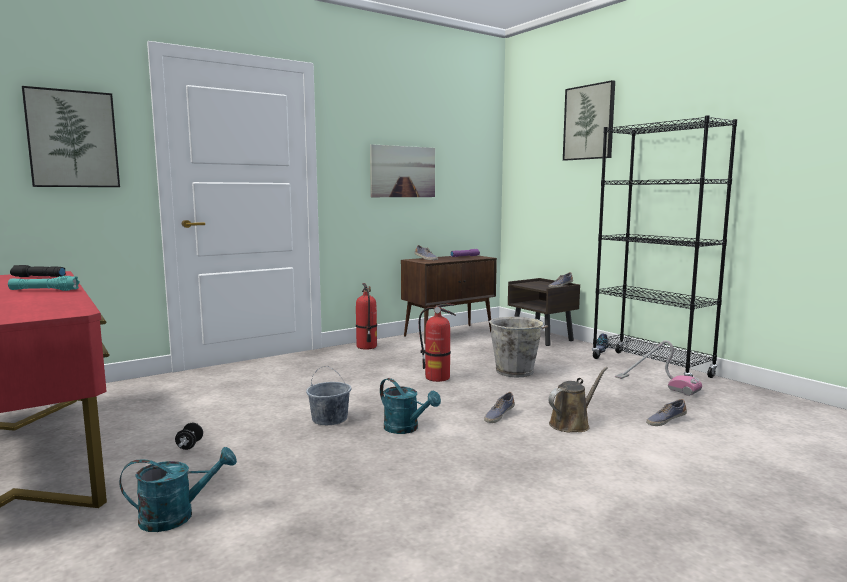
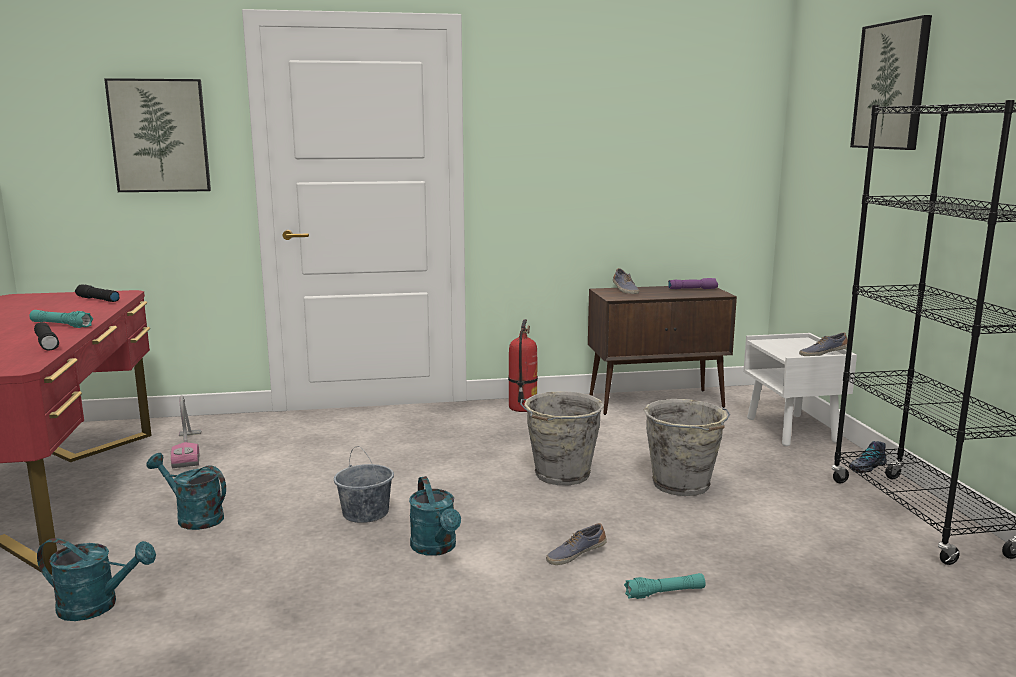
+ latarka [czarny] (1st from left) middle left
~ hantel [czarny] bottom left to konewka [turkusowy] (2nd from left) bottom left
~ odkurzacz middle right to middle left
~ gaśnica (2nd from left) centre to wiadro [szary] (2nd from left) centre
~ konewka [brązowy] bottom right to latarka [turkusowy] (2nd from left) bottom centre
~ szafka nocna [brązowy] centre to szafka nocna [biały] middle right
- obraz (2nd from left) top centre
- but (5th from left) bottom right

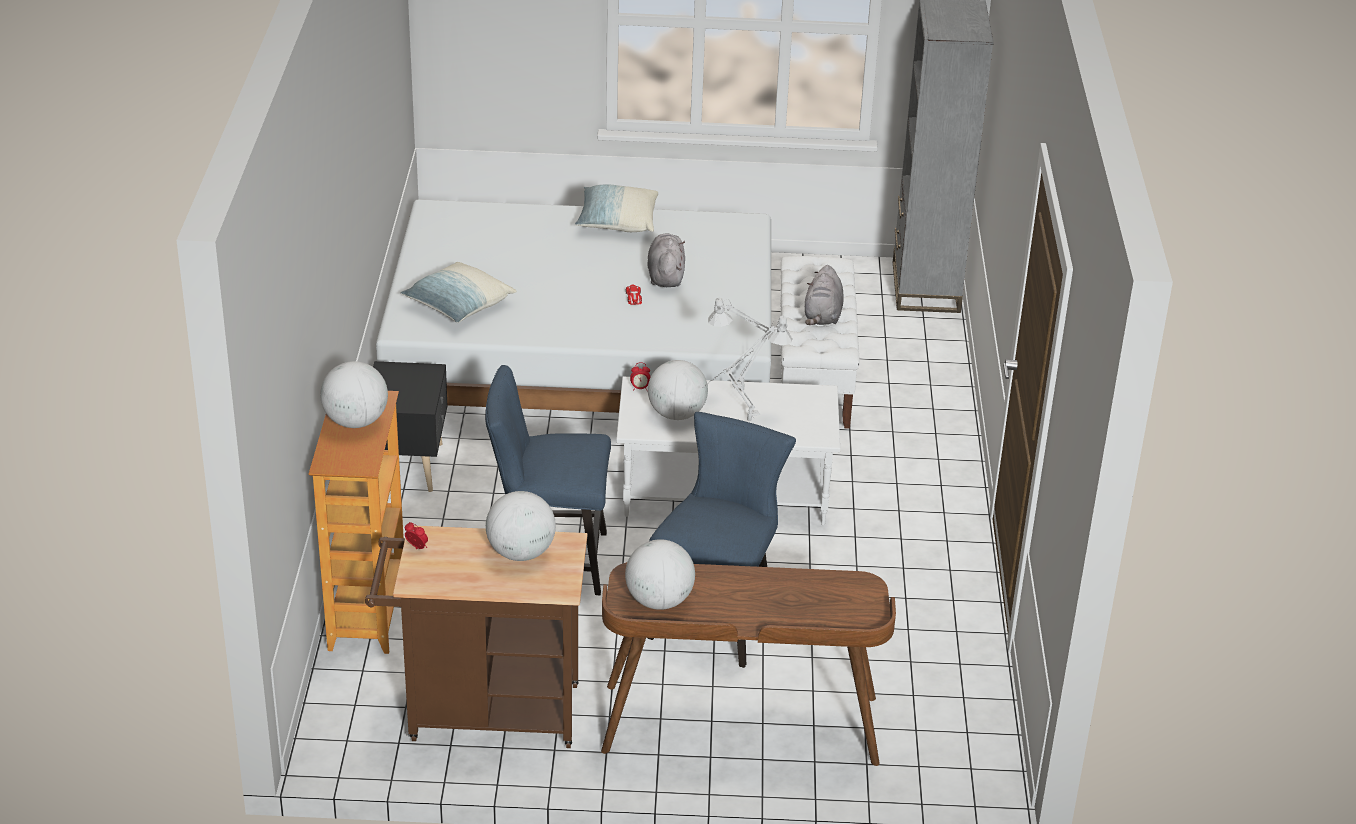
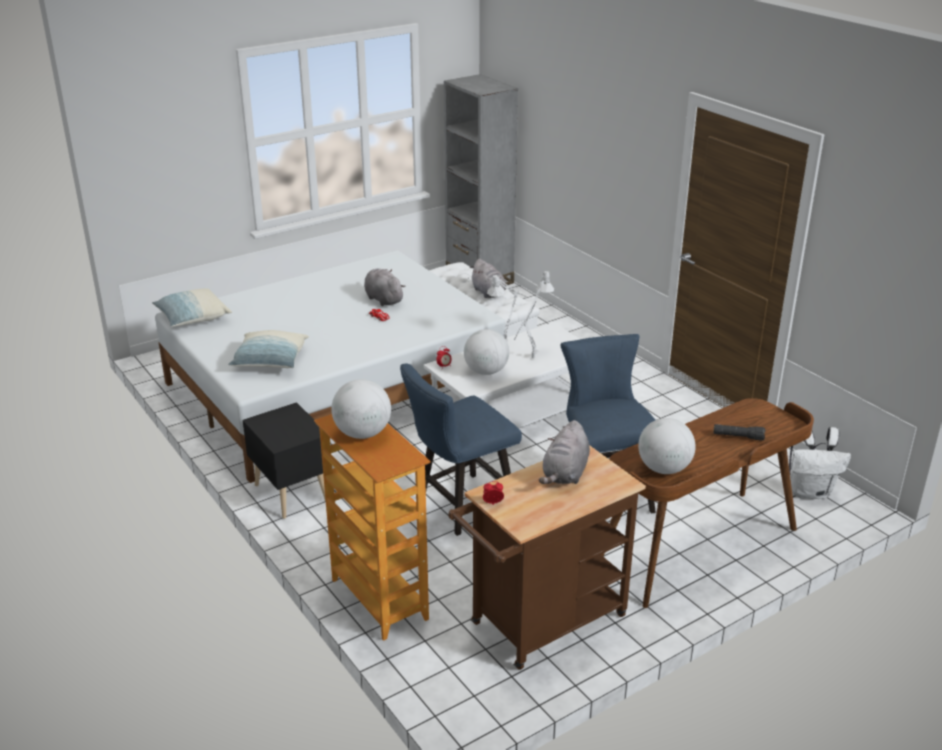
~ poduszka (2nd from left in the first image) top centre to poduszka (1st from left) middle left
~ globus (2nd from left) centre to pluszak [szary] (3rd from left) centre
+ latarka [czarny] middle right
+ plecak [biały] middle right

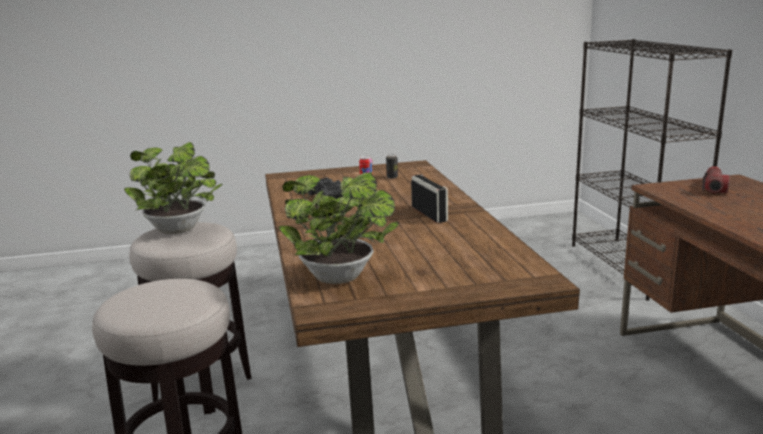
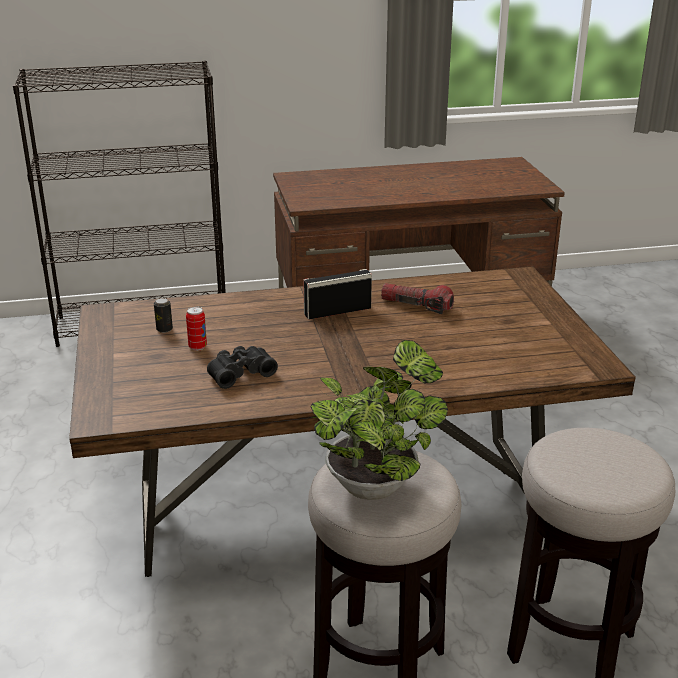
~ latarka middle right to centre
- roślina doniczkowa (2nd from left) centre

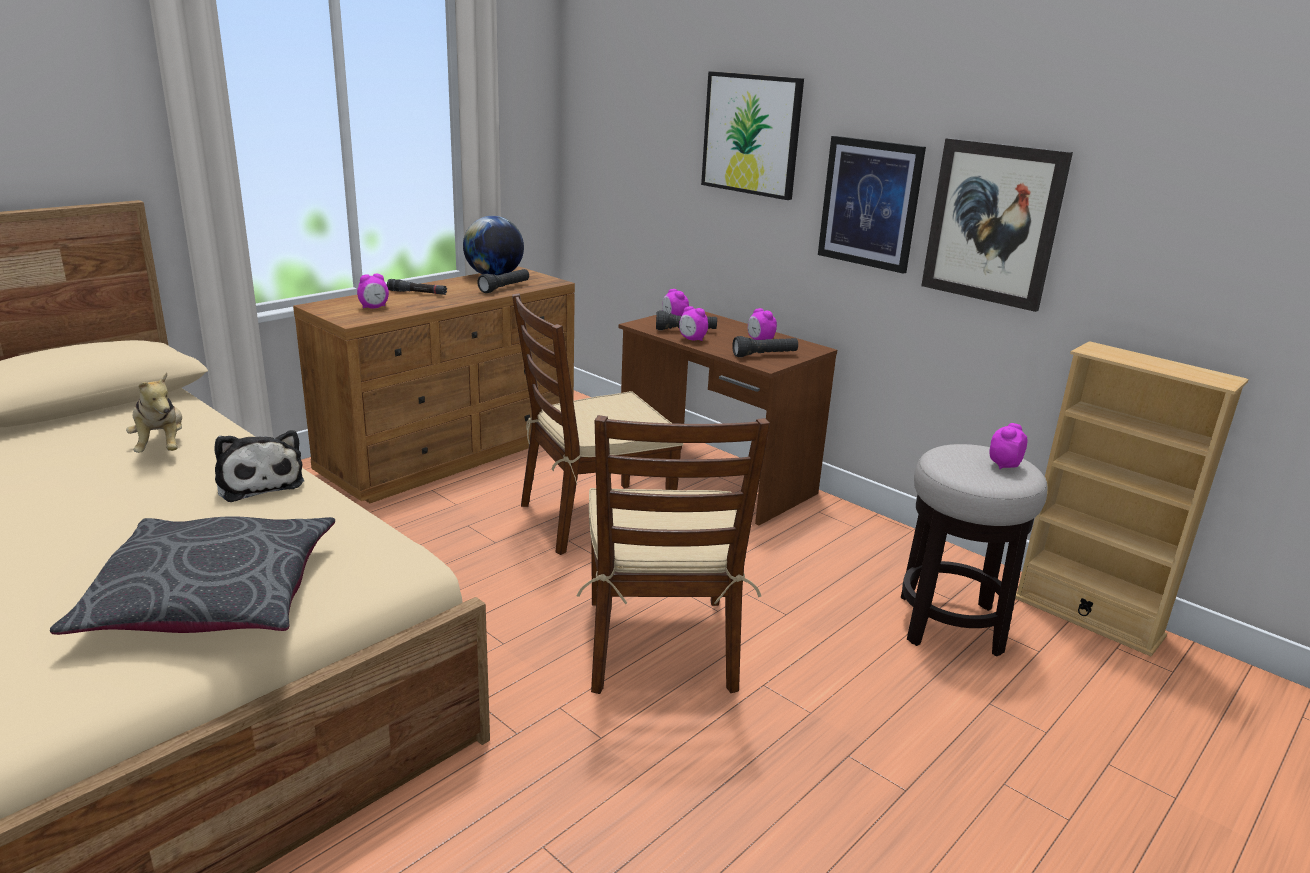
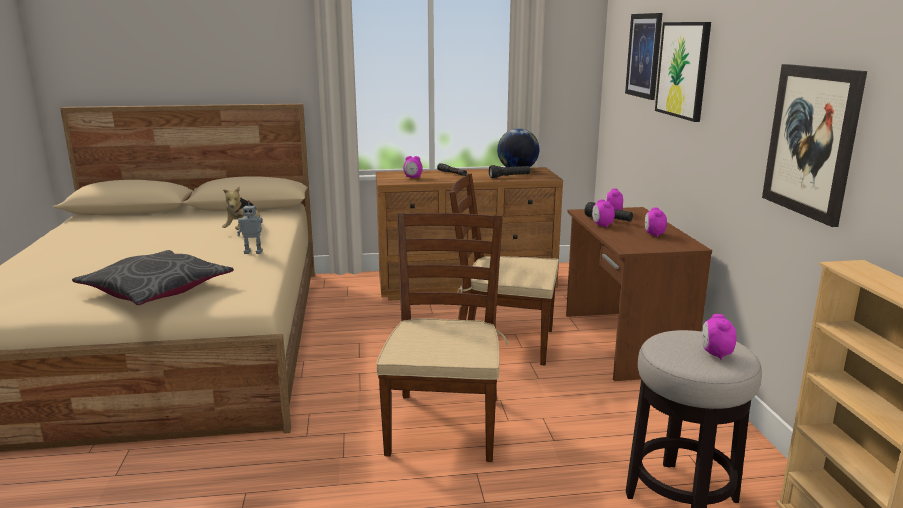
~ pluszak (2nd from left) middle left to robot zabawkowy middle left
~ krzesło [brązowy] (2nd from left in the first image) centre = centre 150 degrees clockwise
~ obraz (2nd from left in the first image) top centre to obraz (1st from left) top right
~ budzik (5th from left) middle right = middle right 75 degrees counterclockwise
- latarka [czarny] (4th from left) centre

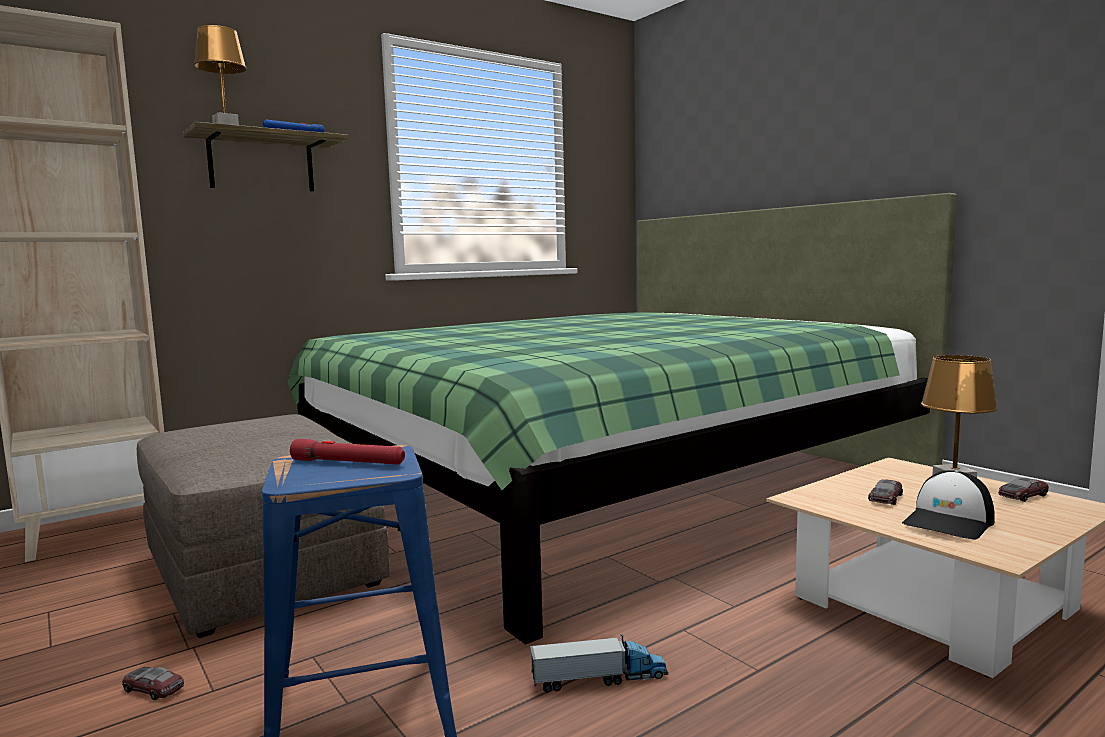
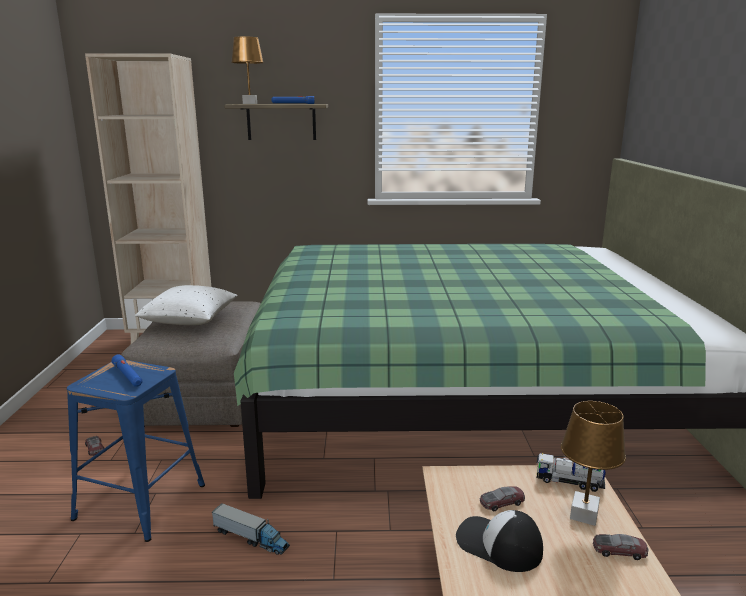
~ latarka [czerwony] middle left to latarka [niebieski] (1st from left) middle left
+ poduszka [biały] middle left
~ czapka z daszkiem bottom right = bottom right 45 degrees clockwise
+ ciężarówka zabawkowa (2nd from left) bottom right

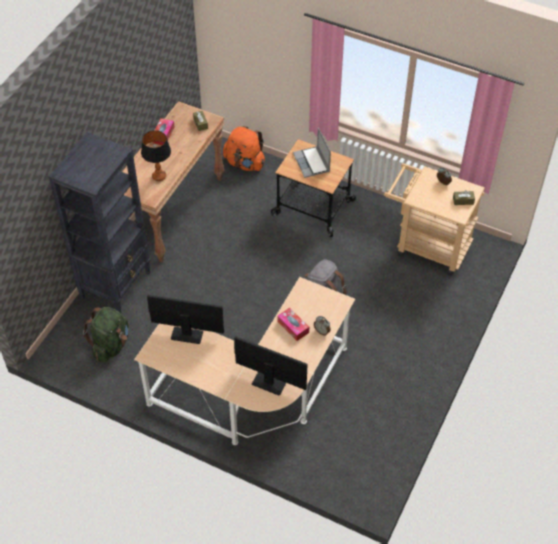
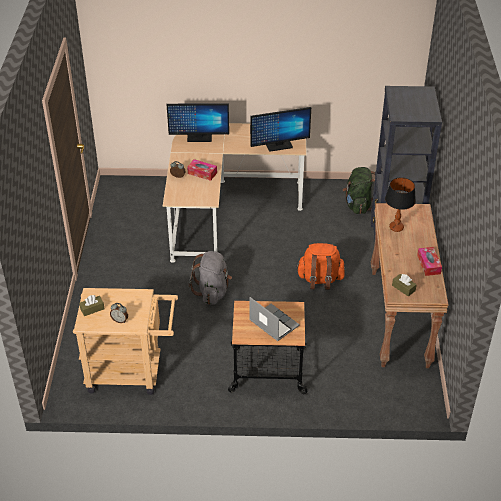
~ plecak [pomarańczowy] top centre to centre

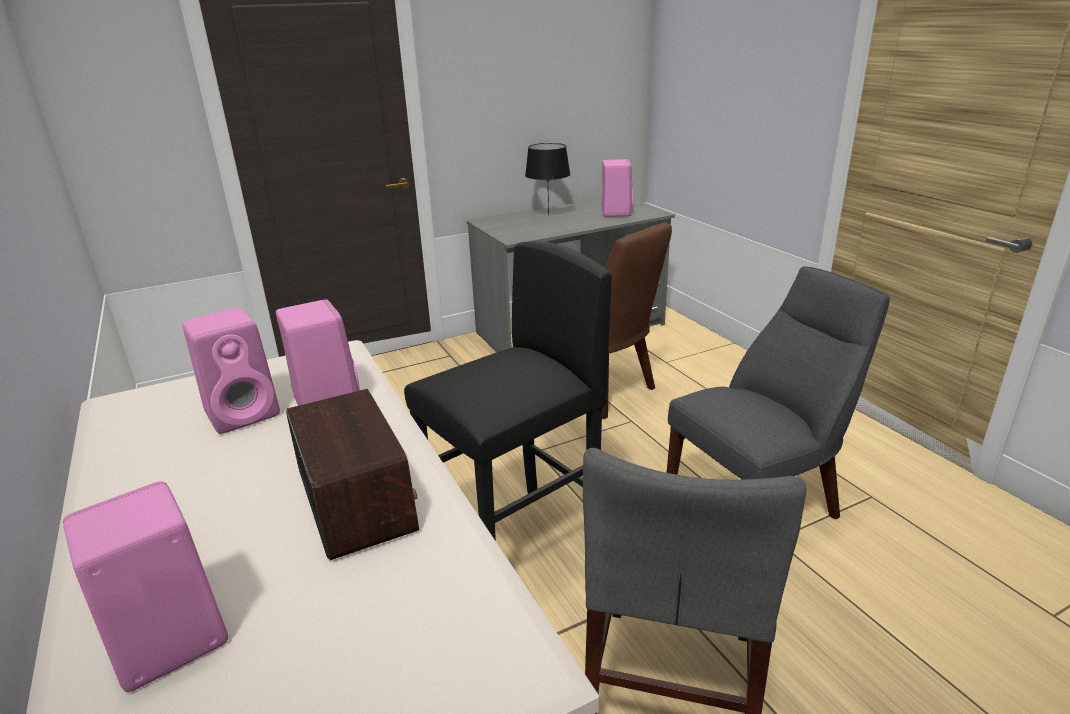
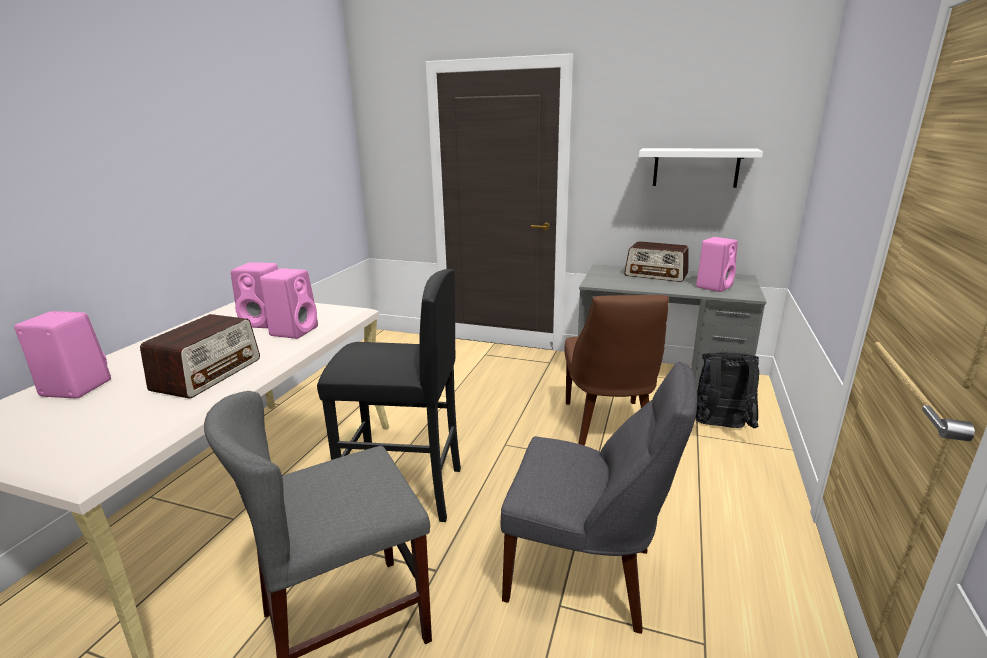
~ lampa stołowa [czarny] top centre to radio (2nd from left) centre
+ półka [biały] top right
+ plecak [czarny] middle right

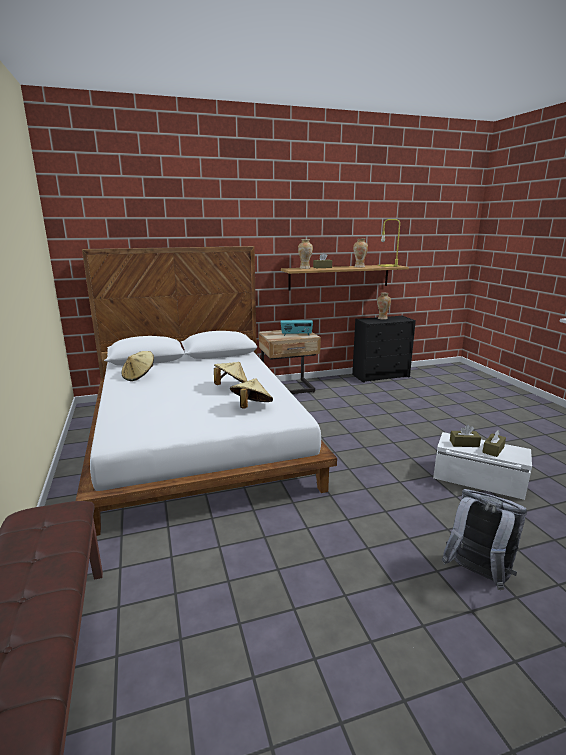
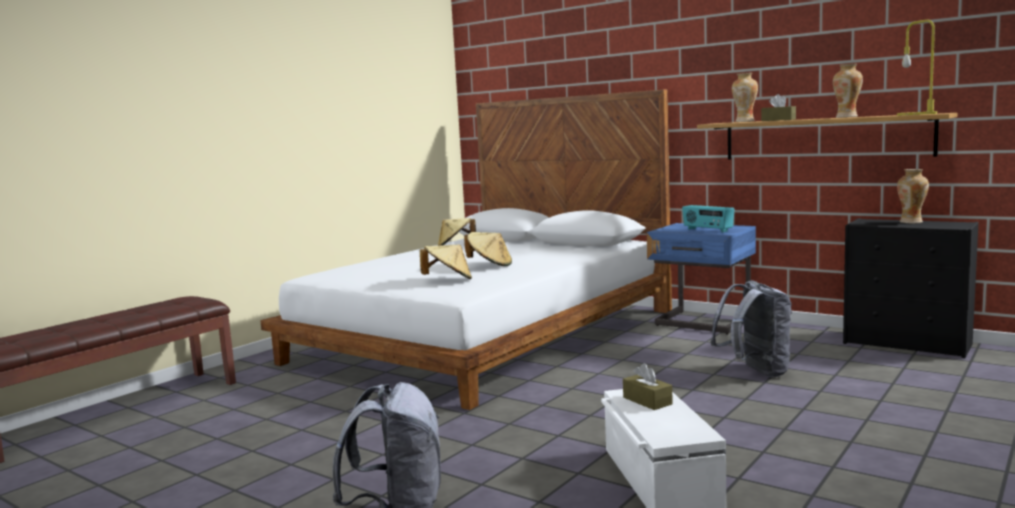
~ szafka nocna [beżowy] centre to szafka nocna [niebieski] middle right
+ plecak [szary] (2nd from left) middle right
- pudełko chusteczek [brązowy] (3rd from left) middle right

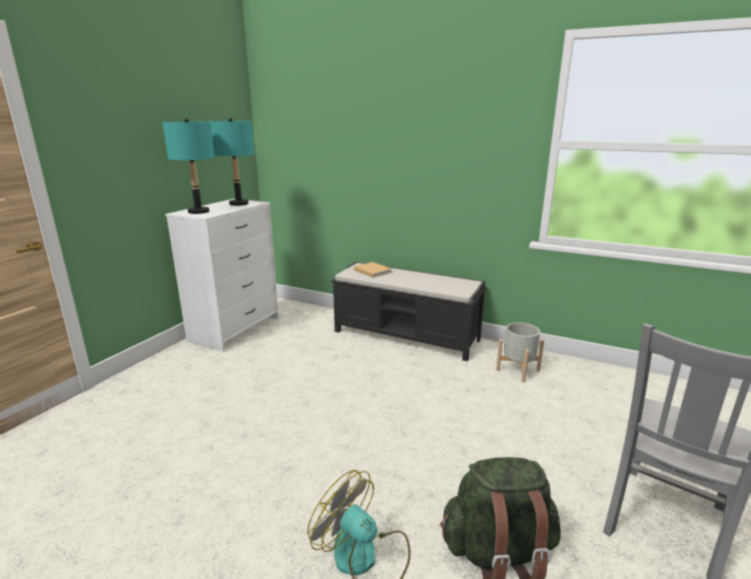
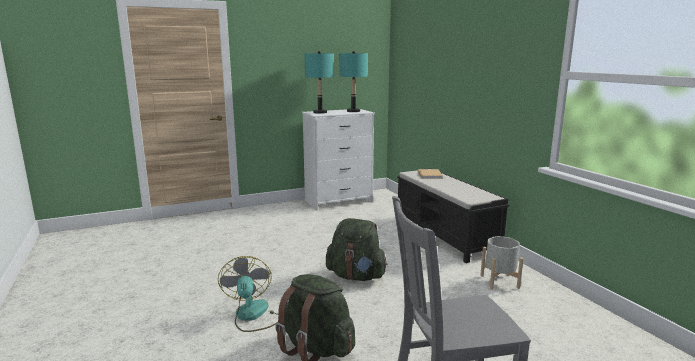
+ plecak [zielony] (2nd from left) bottom centre

